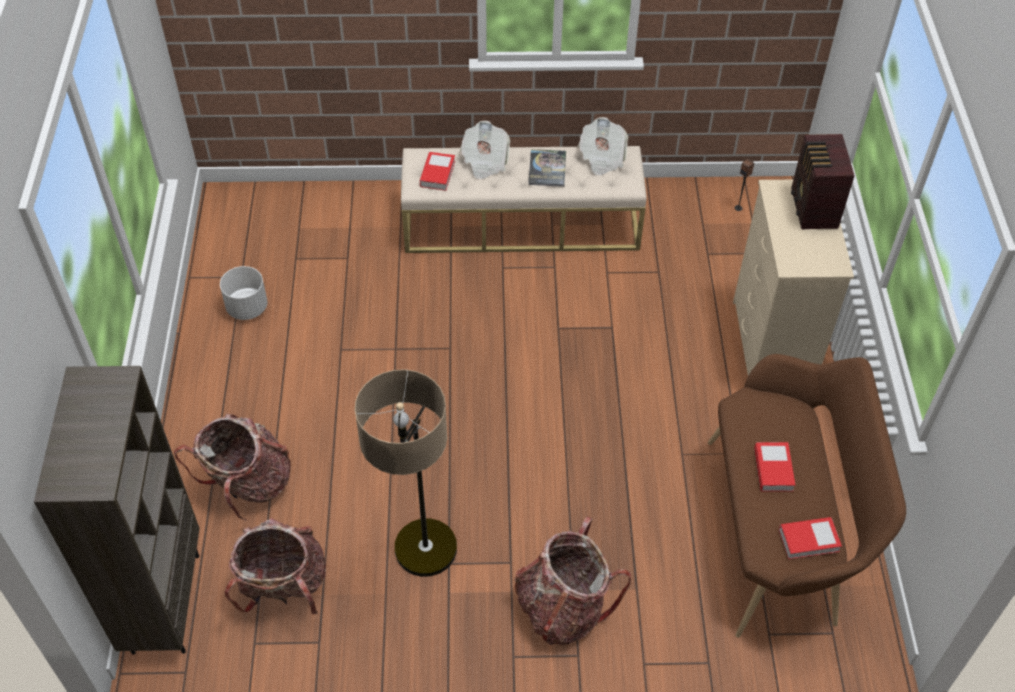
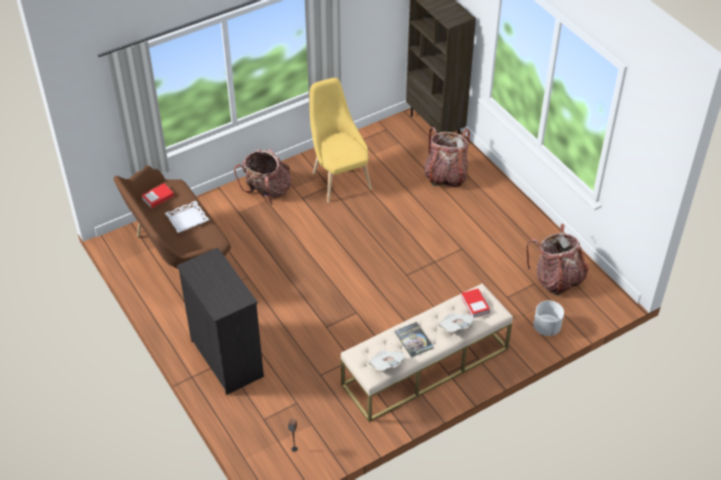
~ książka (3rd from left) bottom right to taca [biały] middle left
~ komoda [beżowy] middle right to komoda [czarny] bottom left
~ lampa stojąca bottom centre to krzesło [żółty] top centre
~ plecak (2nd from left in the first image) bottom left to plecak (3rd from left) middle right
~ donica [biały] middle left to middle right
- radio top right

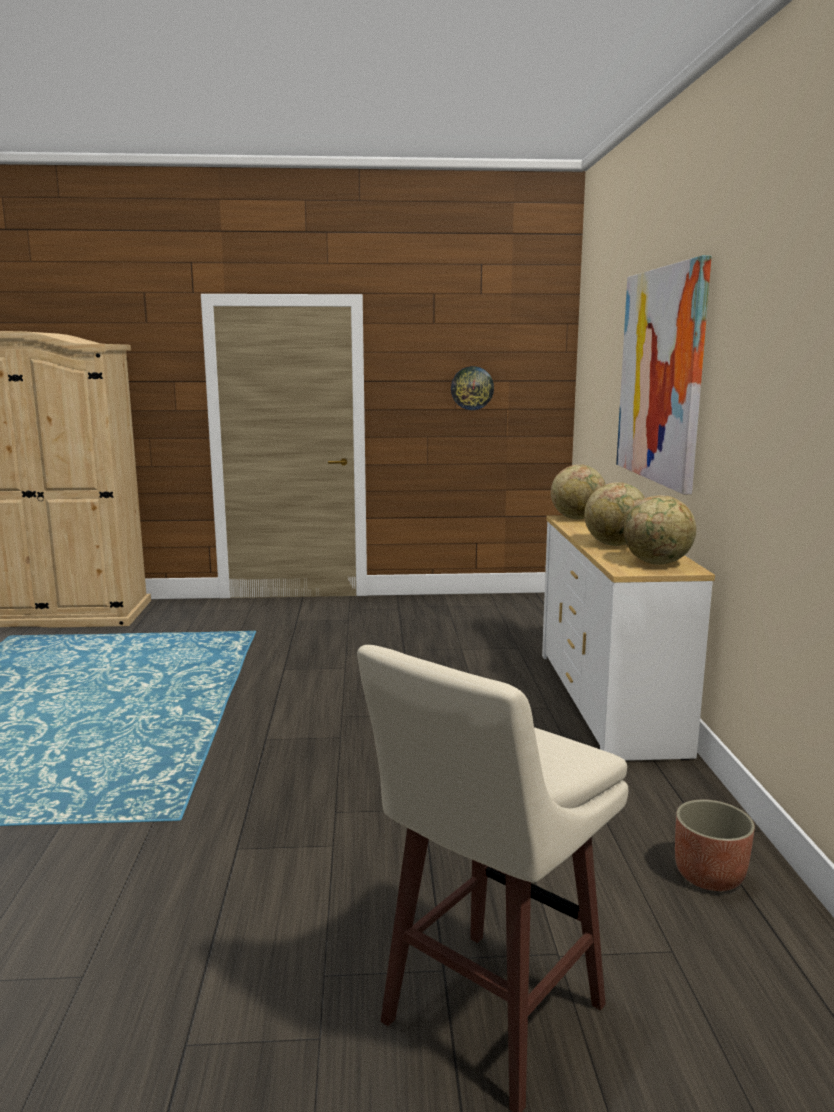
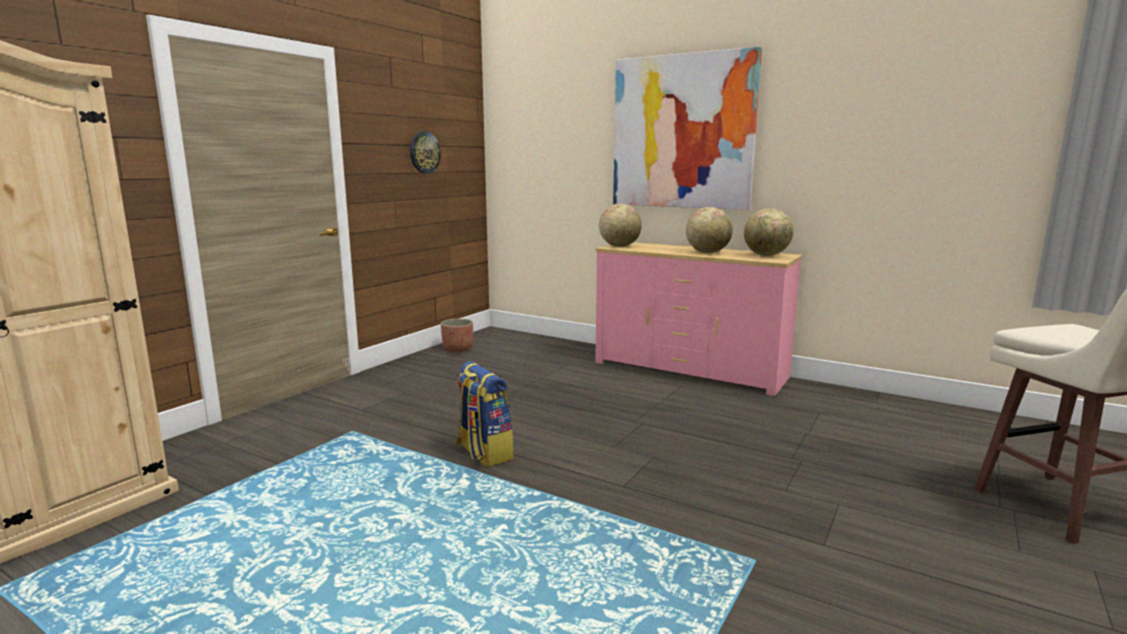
~ donica bottom right to centre
+ plecak centre
~ komoda [biały] middle right to komoda [różowy] centre

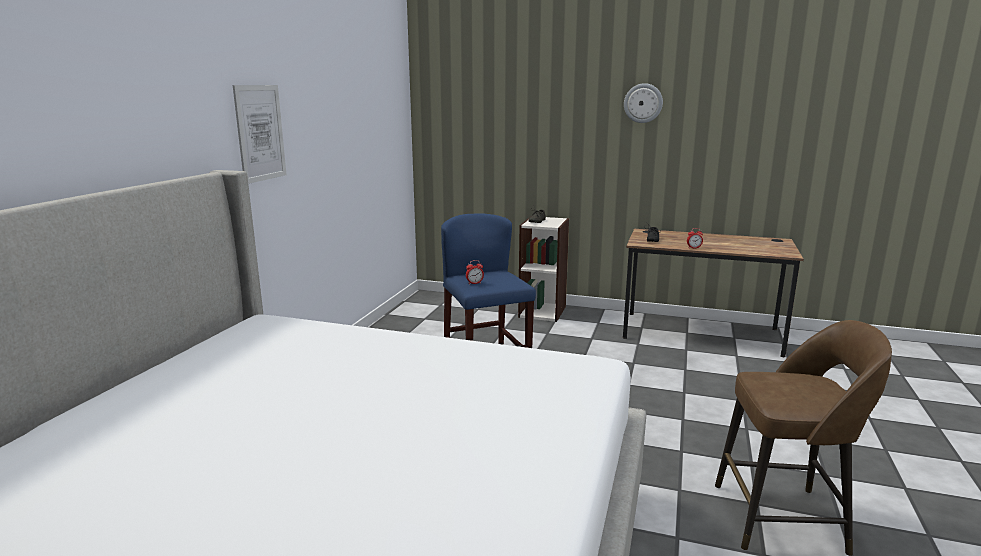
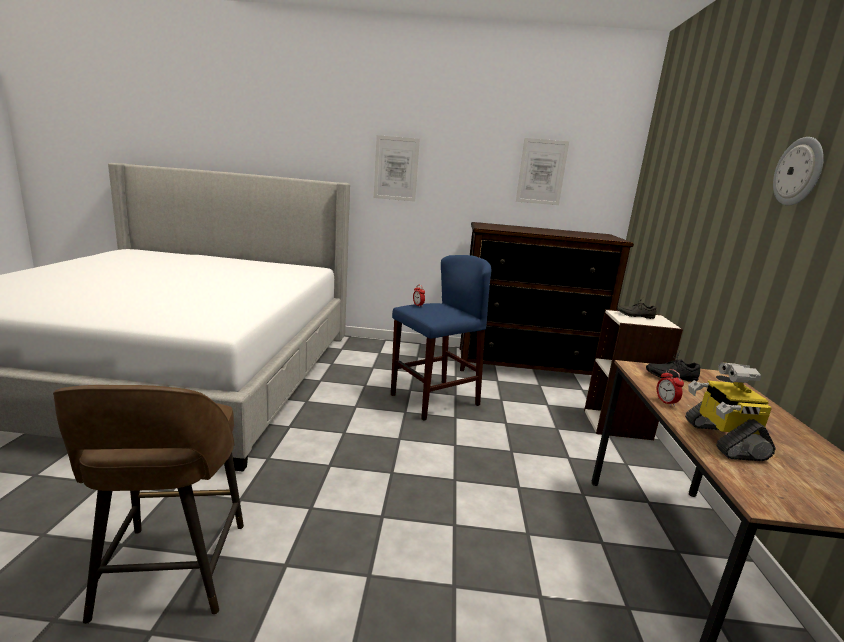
+ komoda centre
+ obraz (2nd from left) top centre
+ robot zabawkowy middle right

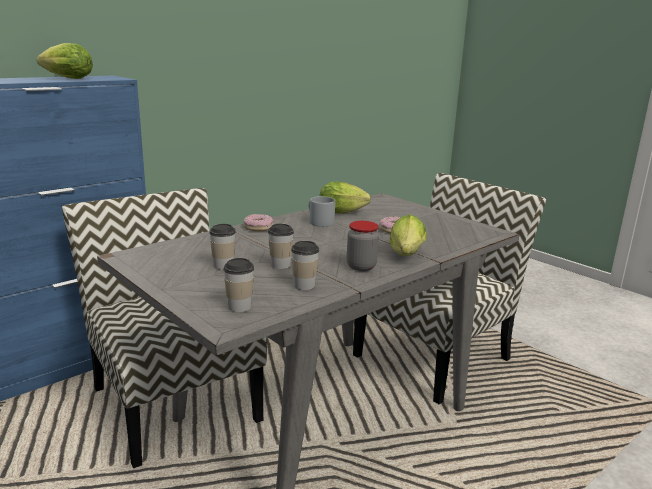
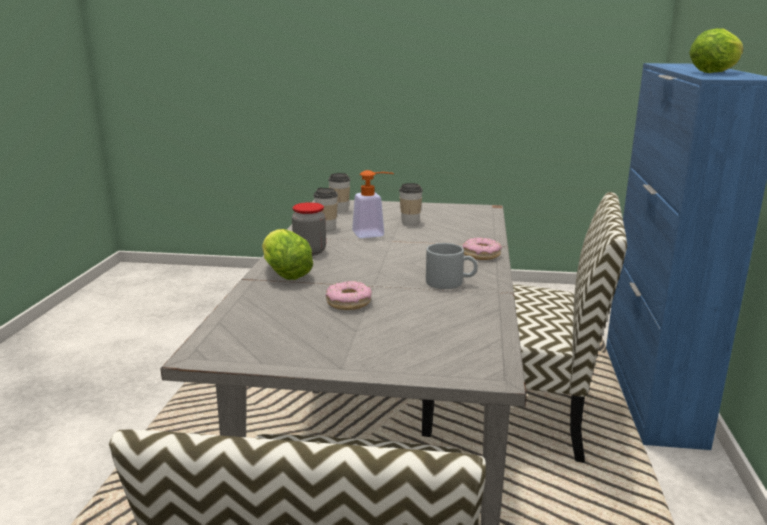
~ filiżanka (3rd from left) centre to dozownik mydła centre
- sałata (2nd from left) centre

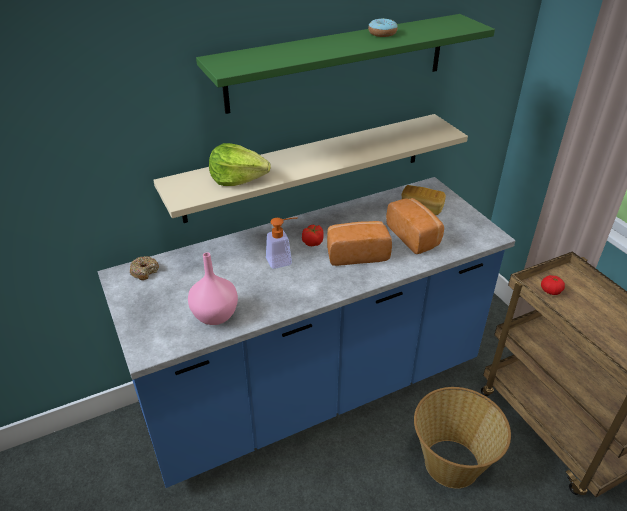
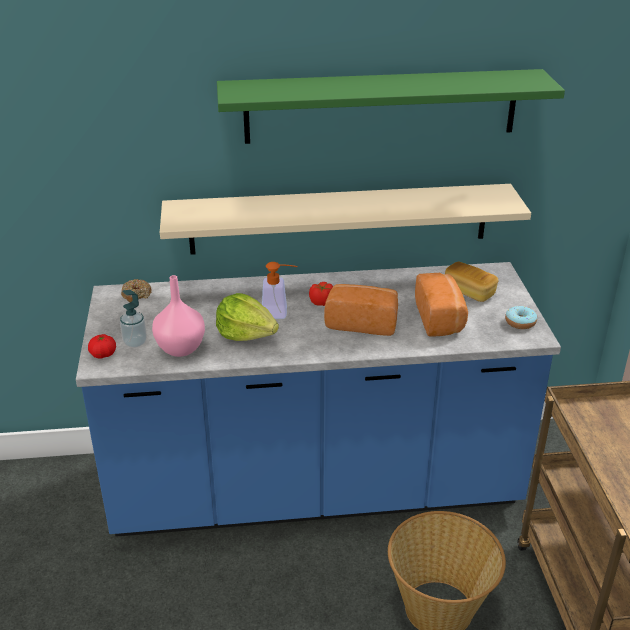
~ pomidor (2nd from left in the first image) middle right to pomidor (1st from left) middle left
+ dozownik mydła (1st from left) middle left
~ sałata top centre to centre
~ donut (2nd from left) top centre to middle right

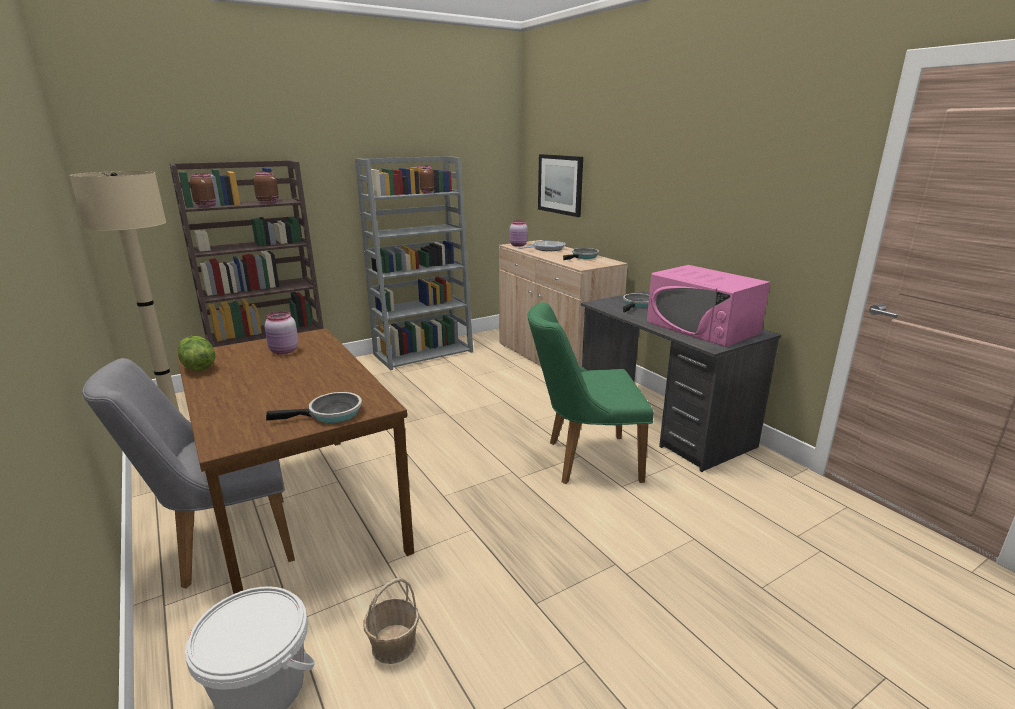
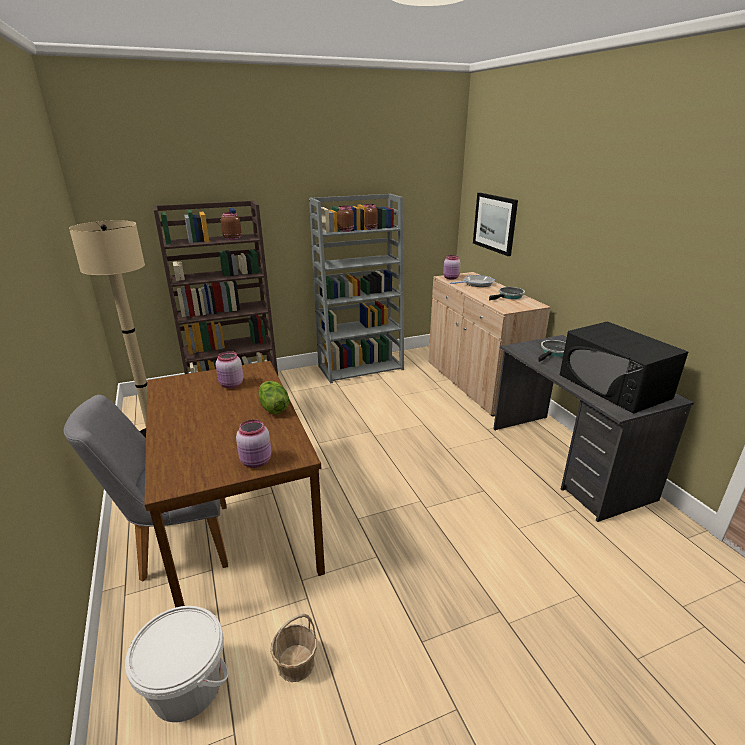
~ patelnia (1st from left) middle left to słoik [różowy] (2nd from left) centre
~ sałata middle left to centre
~ słoik [brązowy] (1st from left in the first image) top left to słoik [brązowy] (2nd from left) top centre
~ mikrofalówka [różowy] middle right to mikrofalówka [czarny] middle right
- krzesło [zielony] centre

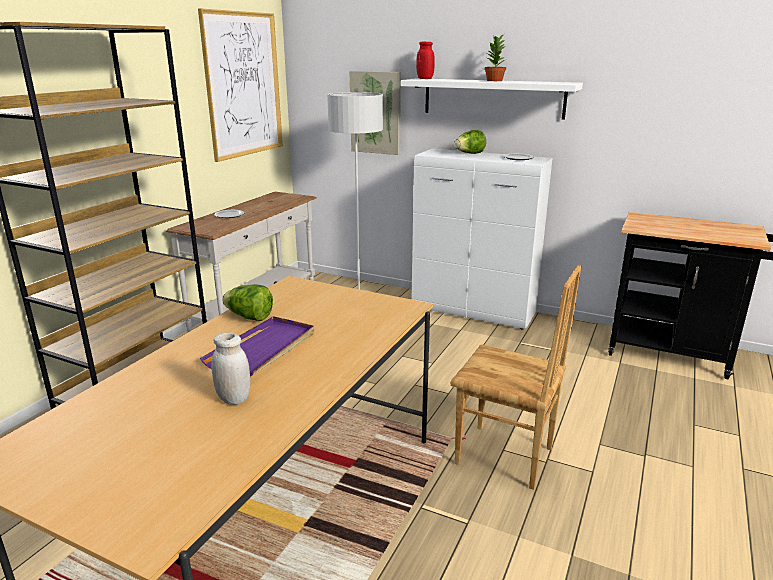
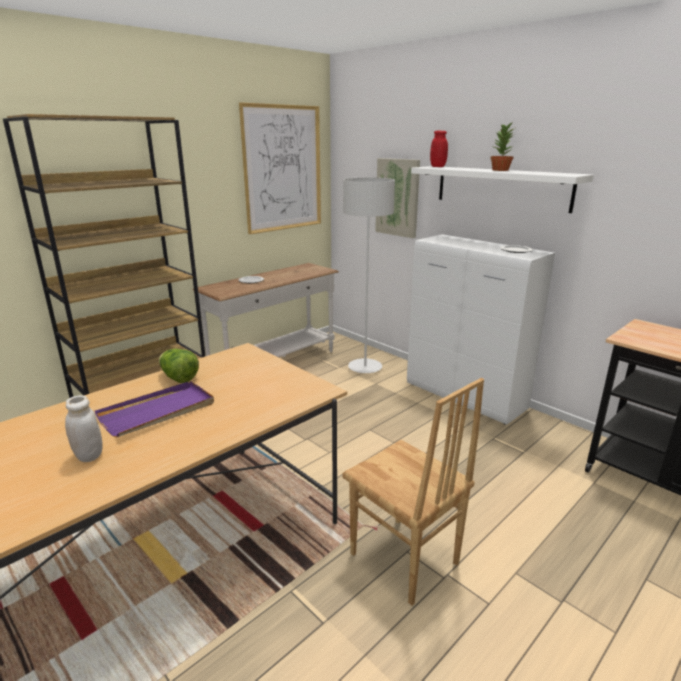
- sałata (2nd from left) top centre

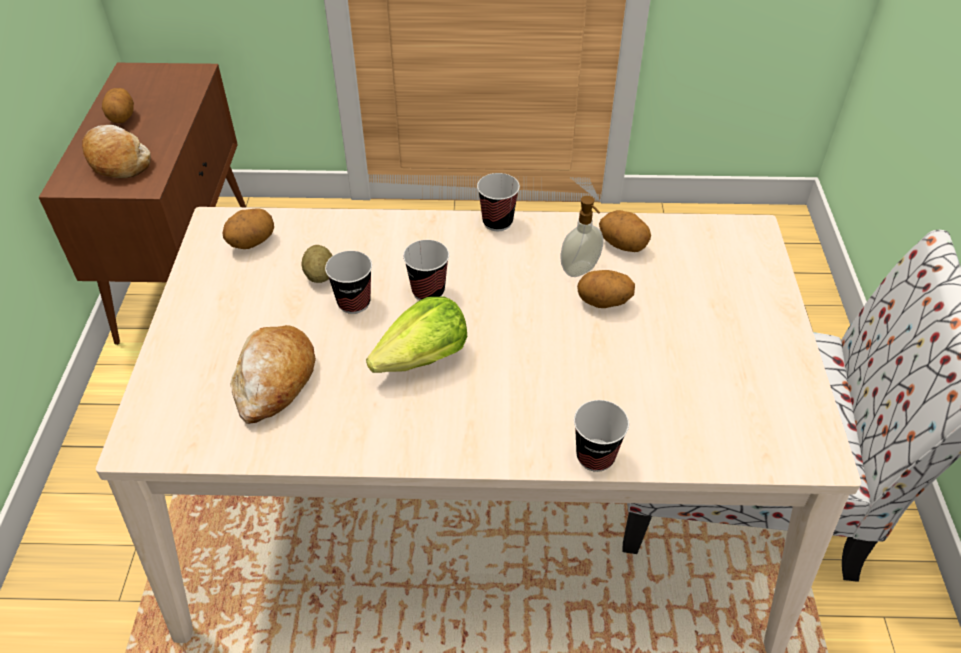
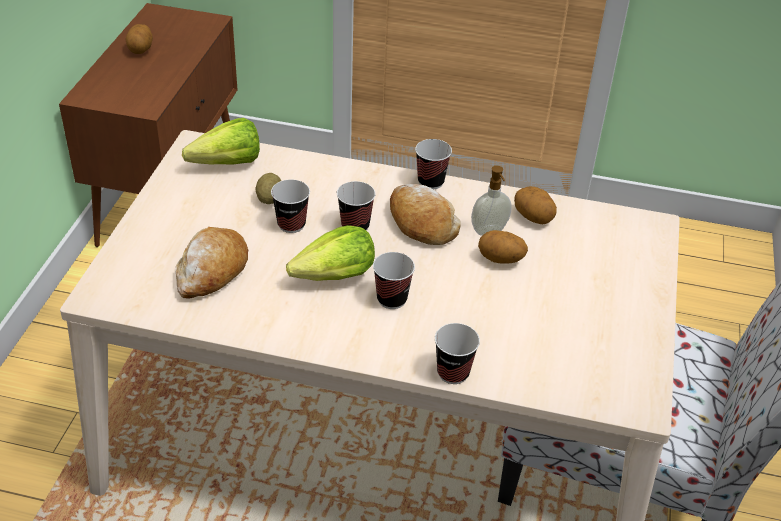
~ ziemniak (2nd from left) middle left to sałata (1st from left) top left
+ filiżanka (3rd from left) centre
~ chleb (1st from left in the first image) top left to chleb (2nd from left) centre

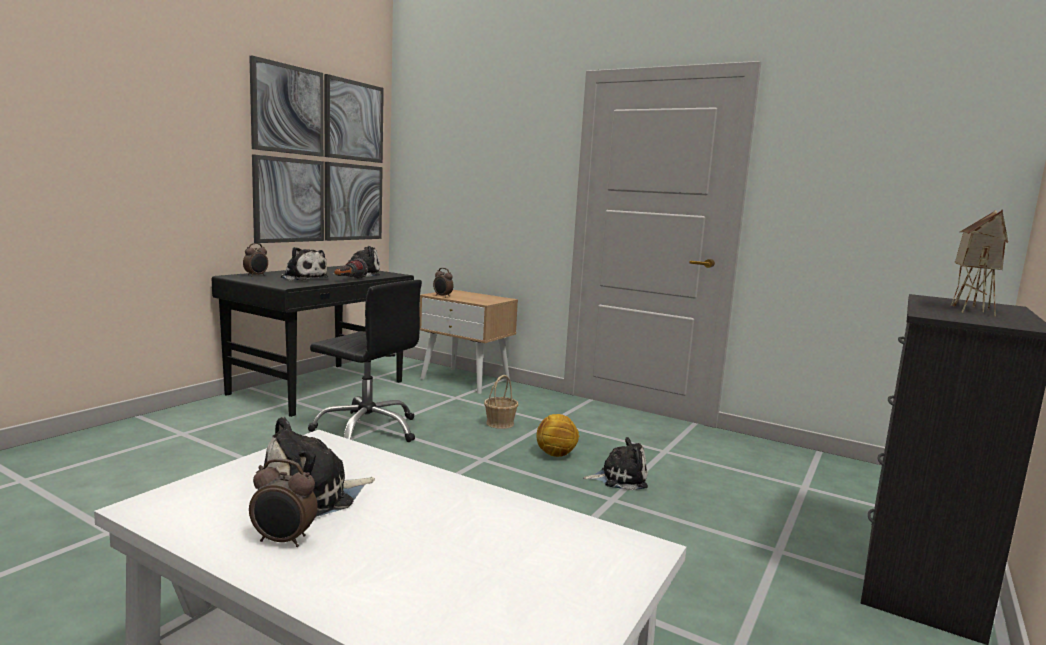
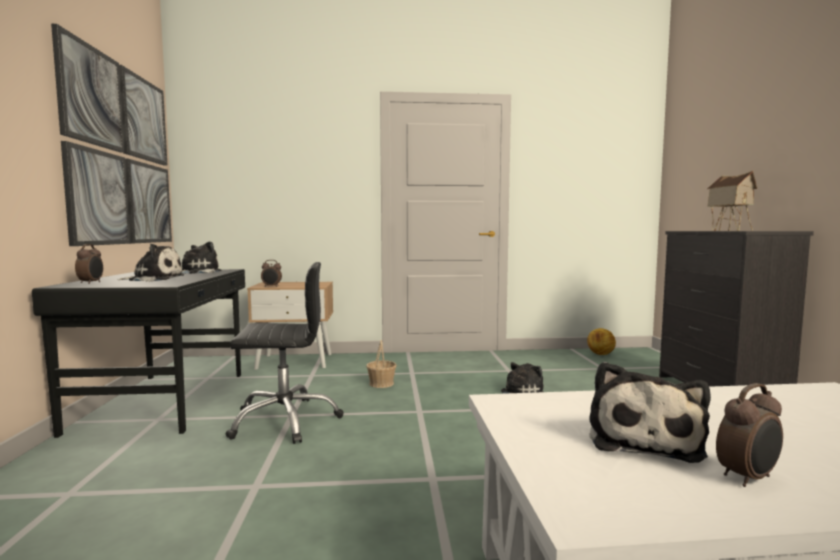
~ piłka futbolowa bottom centre to middle right
- latarka centre

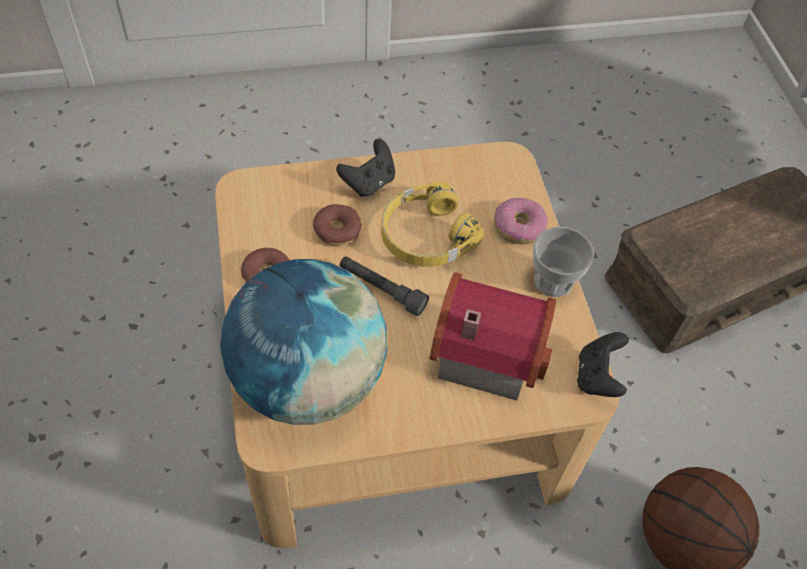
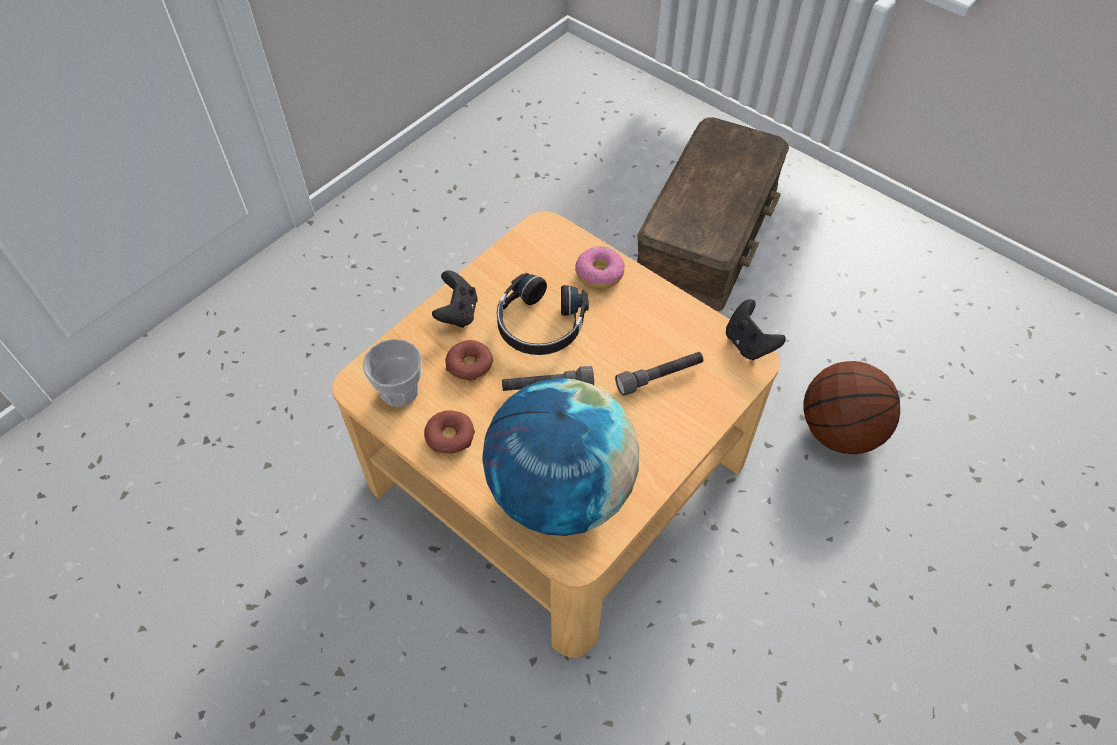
~ filiżanka middle right to centre
~ słuchawki [żółty] centre to słuchawki [czarny] centre
~ domek centre to latarka [szary] (2nd from left) centre

